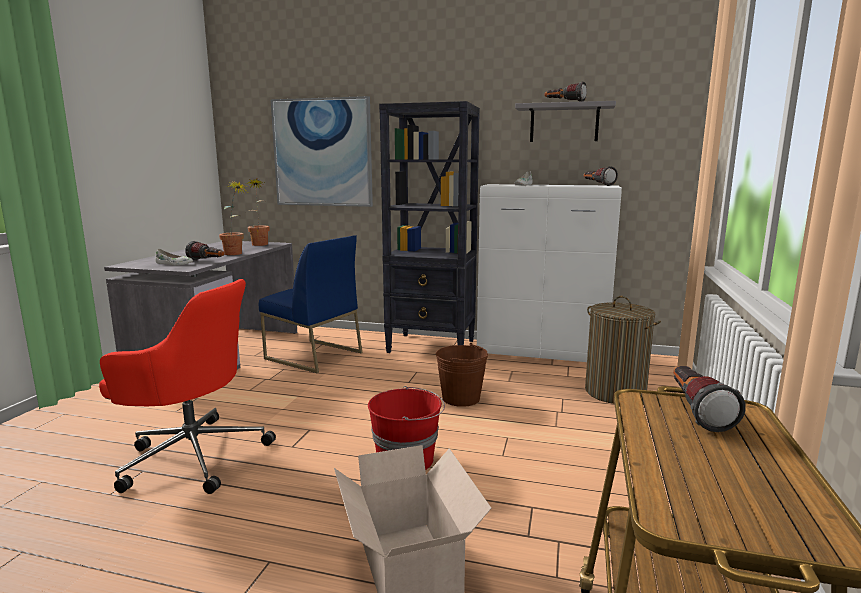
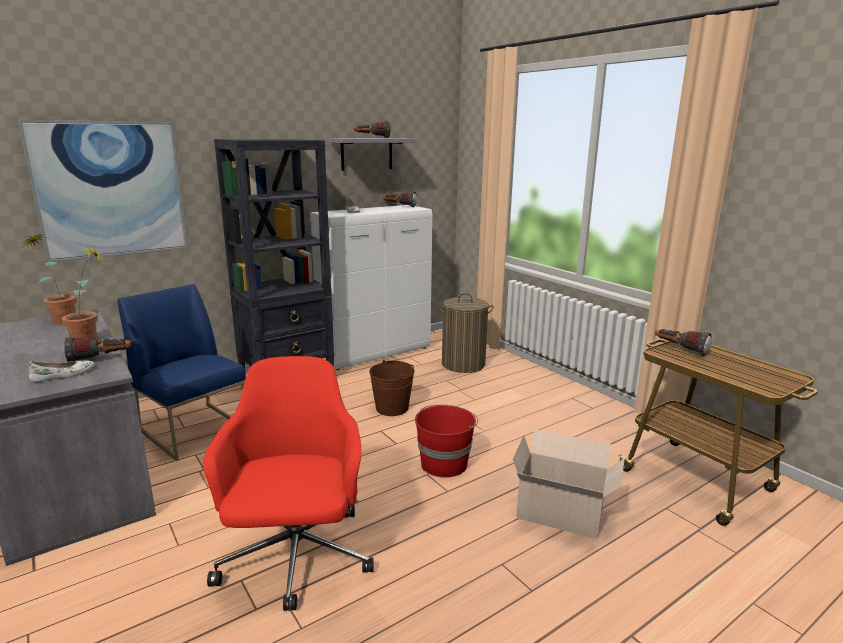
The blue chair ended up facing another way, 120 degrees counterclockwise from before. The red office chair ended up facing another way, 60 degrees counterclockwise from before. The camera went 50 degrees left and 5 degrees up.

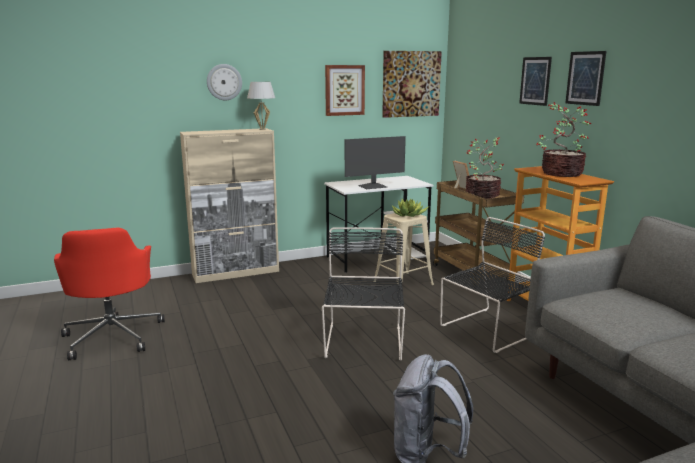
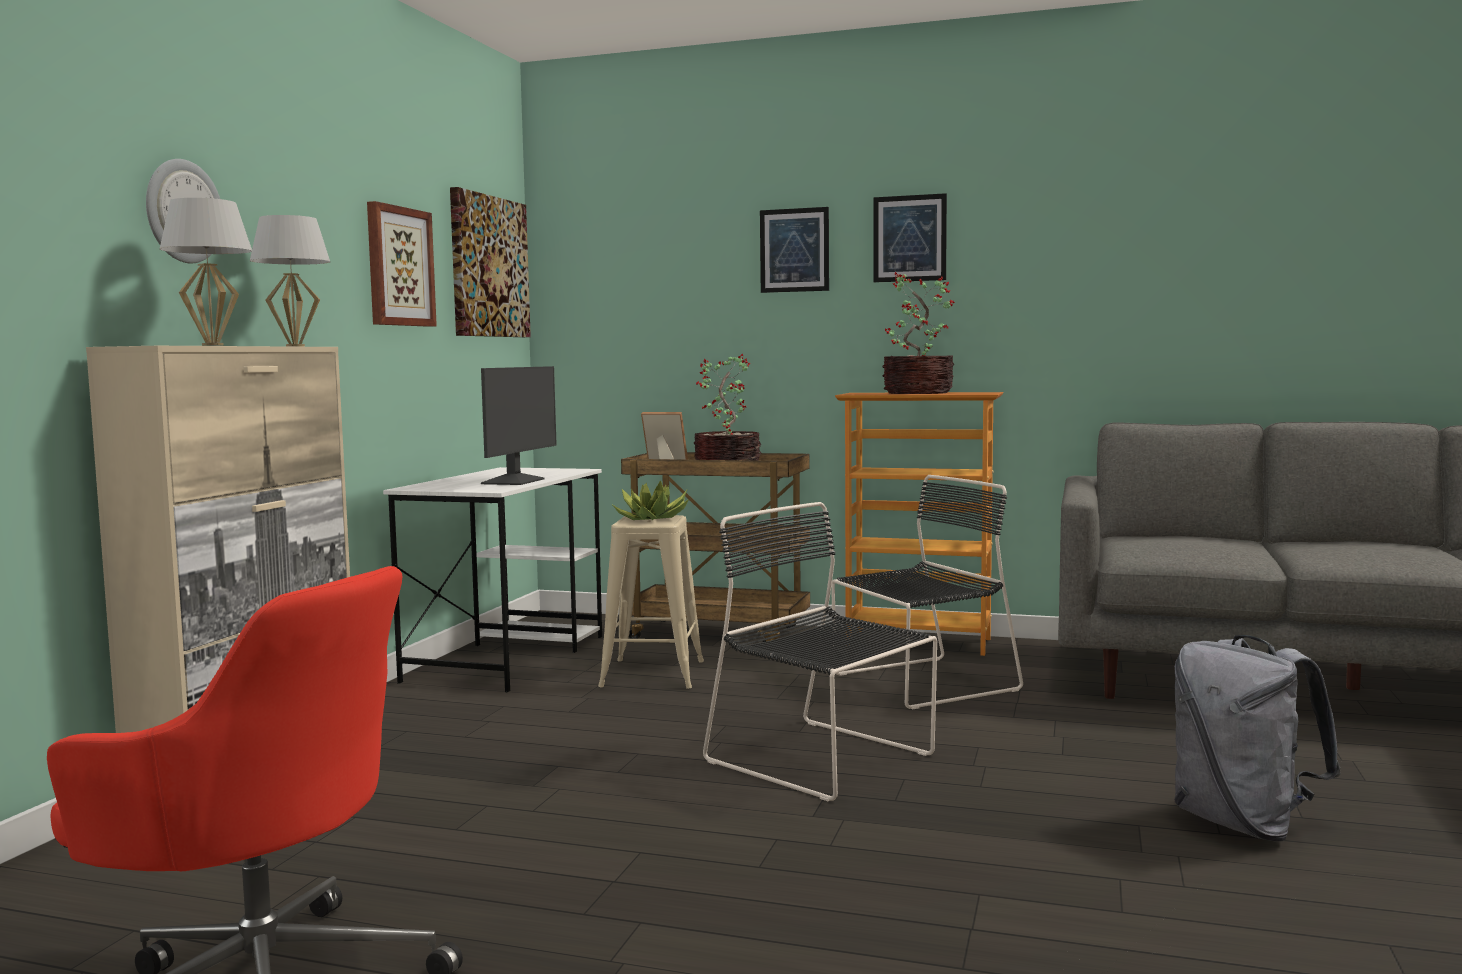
The black chair (no. 2 from left) ended up facing another way, 60 degrees clockwise from before. The second view gained the white table lamp (no. 1 from left). The camera went 50 degrees left and 10 degrees down.

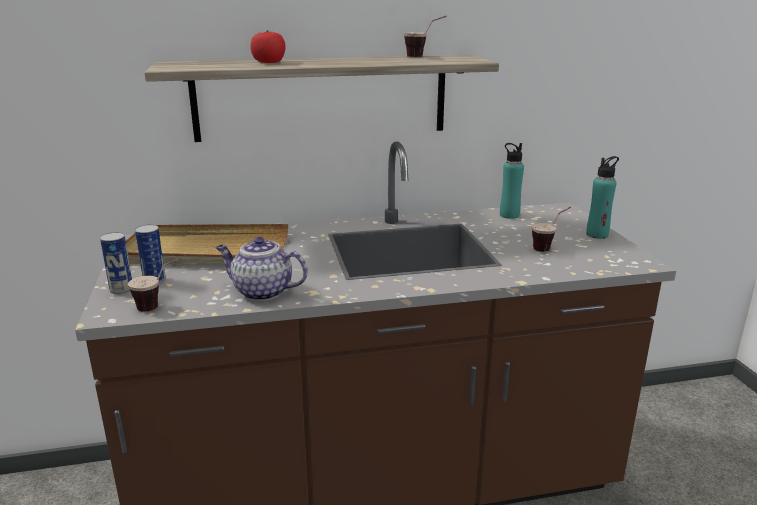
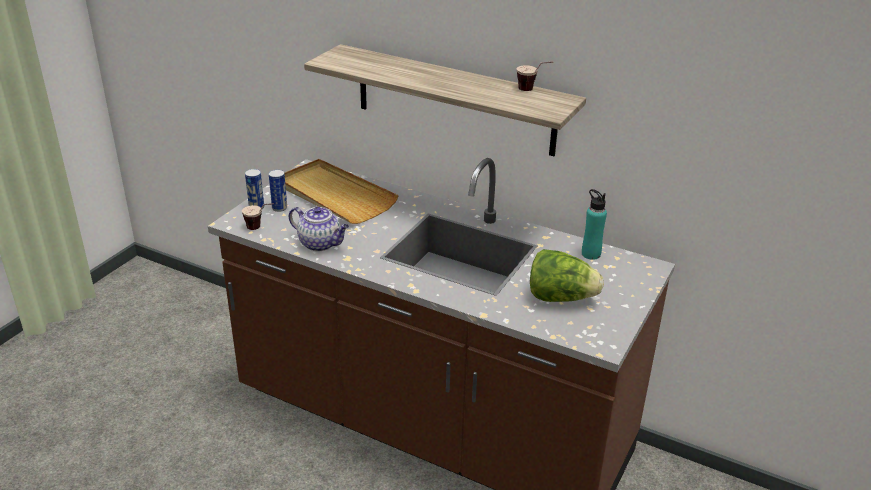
The second view lost the tomato. The second view lost the turquoise bottle (no. 2 from left). Where the cup (no. 3 from left) stood, the lettuce came to stand. The teapot ended up facing another way, 150 degrees clockwise from before. The camera went 40 degrees right and 10 degrees up.

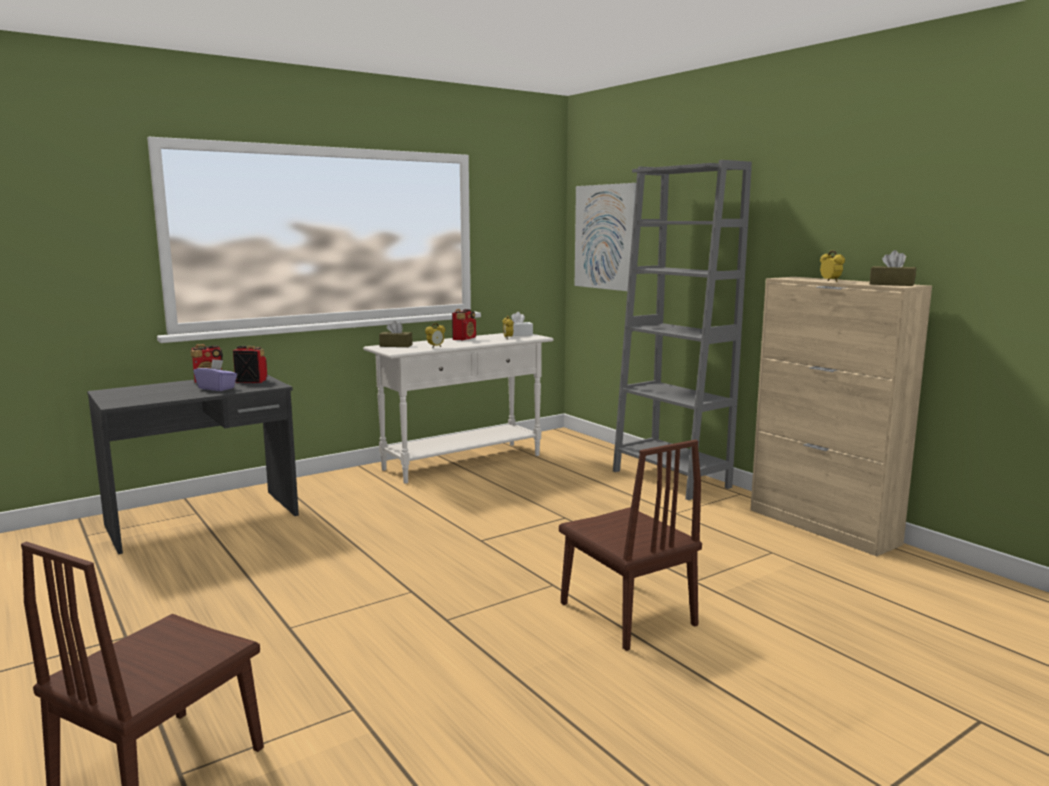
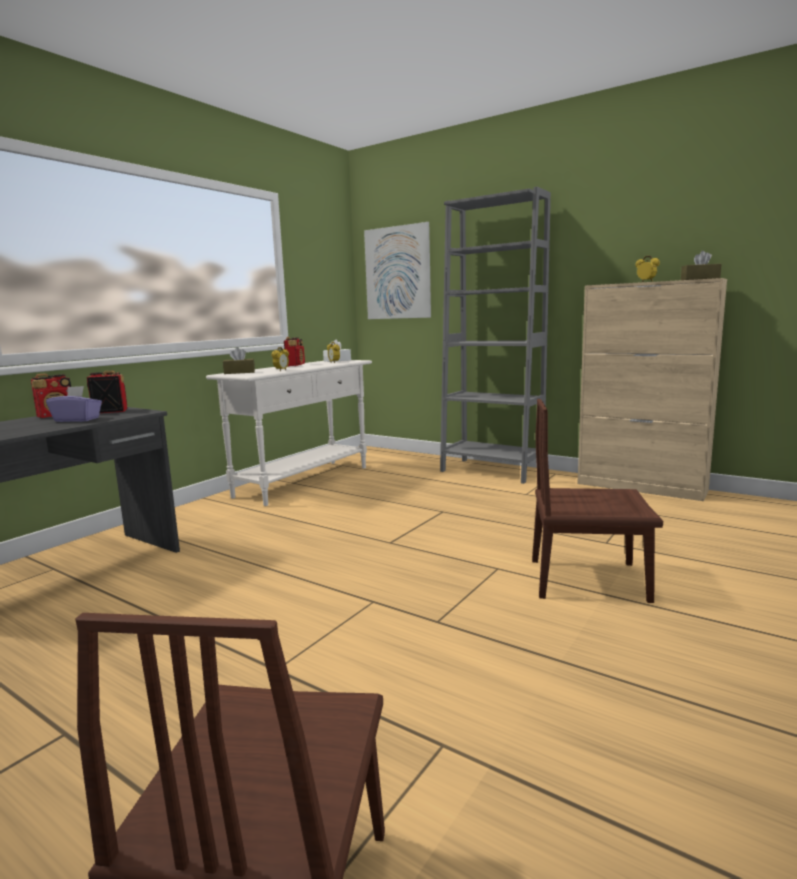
The brown chair (no. 2 from left) ended up facing another way, 150 degrees clockwise from before. The camera went 20 degrees left and 0 degrees up.

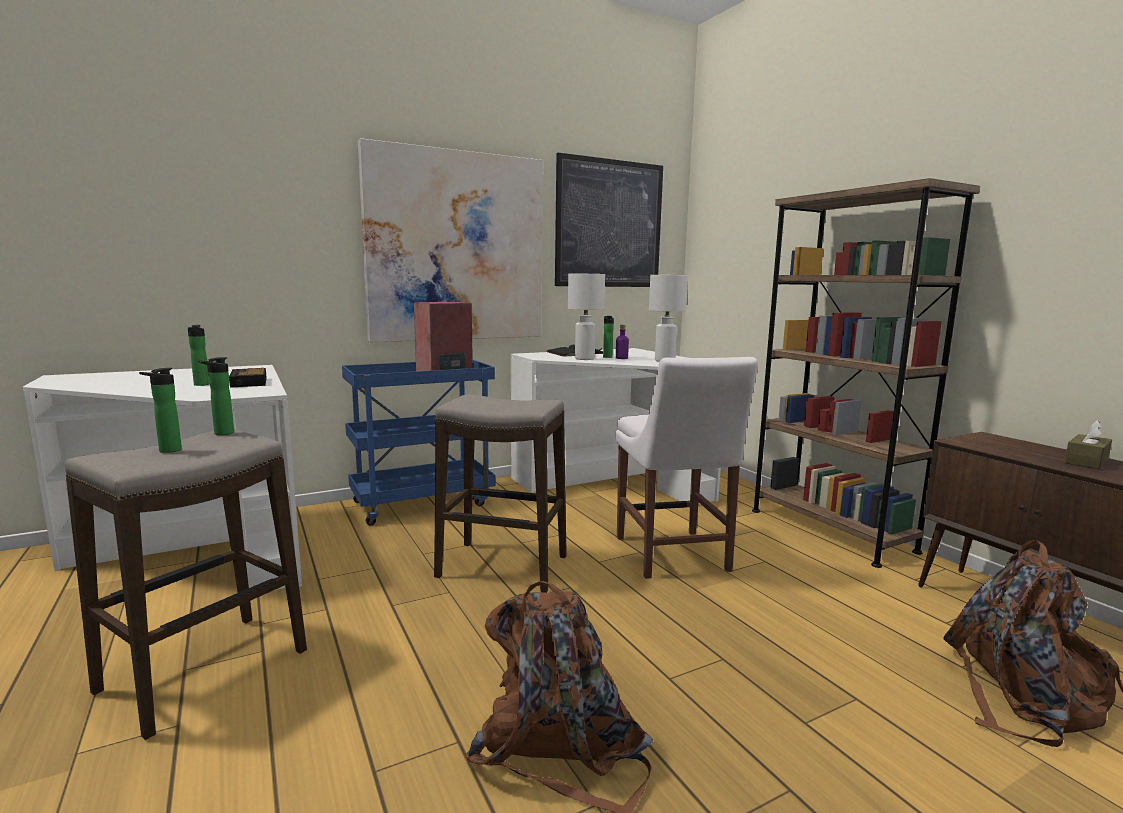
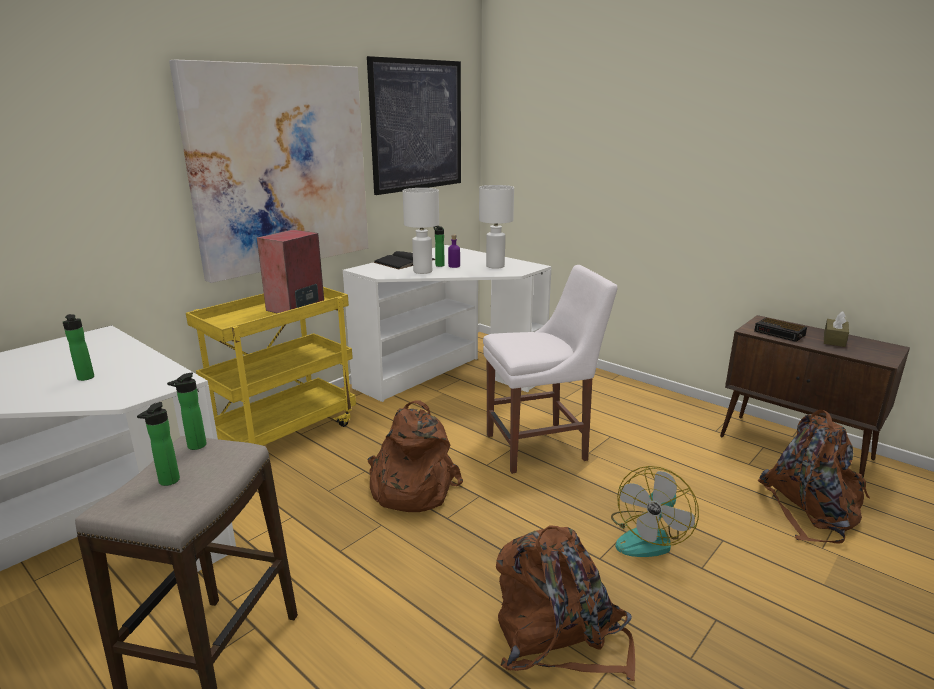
The second view lost the brown bookcase. The white chair ended up facing another way, 75 degrees counterclockwise from before. What was the blue cart turned into the yellow cart. The alarm clock ended up elsewhere. Where the stool (no. 2 from left) stood, the brown backpack (no. 1 from left) came to stand. The second view gained the fan. The camera went 20 degrees left and 10 degrees up.

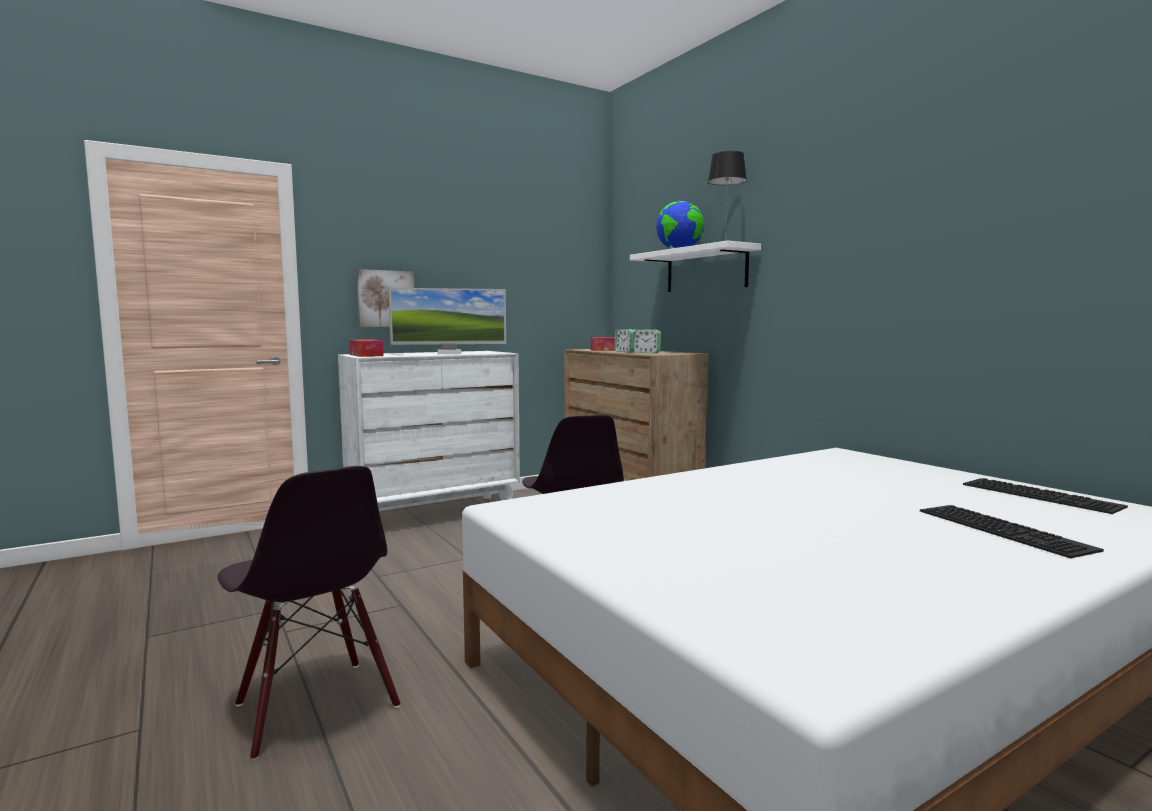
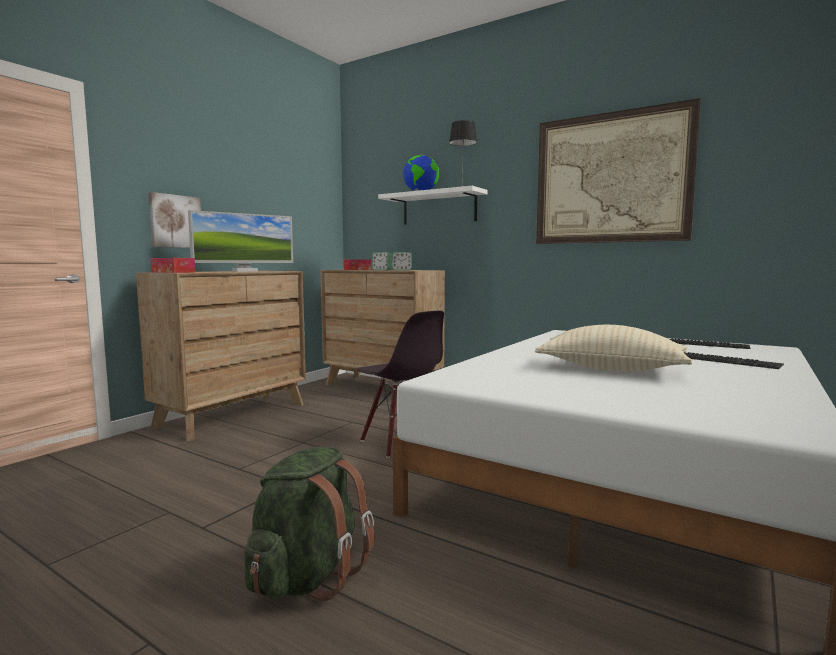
What was the white dresser turned into the brown dresser (no. 1 from left). Where the black chair (no. 1 from left) stood, the green backpack came to stand. The second view gained the picture (no. 2 from left). The second view gained the beige pillow. The camera went 25 degrees left and 0 degrees up.

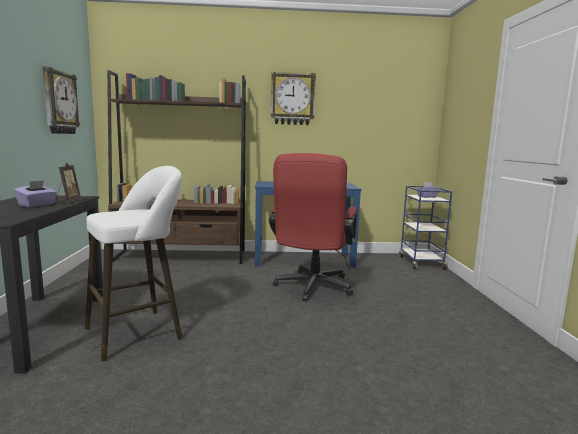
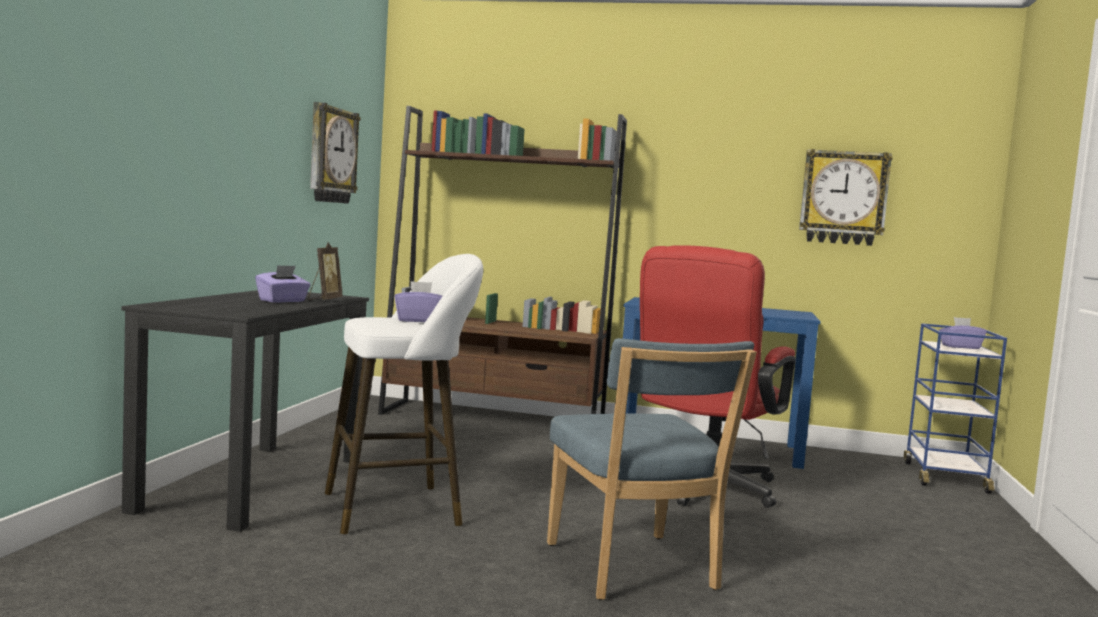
The wall clock (no. 2 from left) ended up elsewhere. The second view gained the purple tissue box (no. 2 from left). The second view gained the blue chair. The camera went 15 degrees right and 5 degrees down.

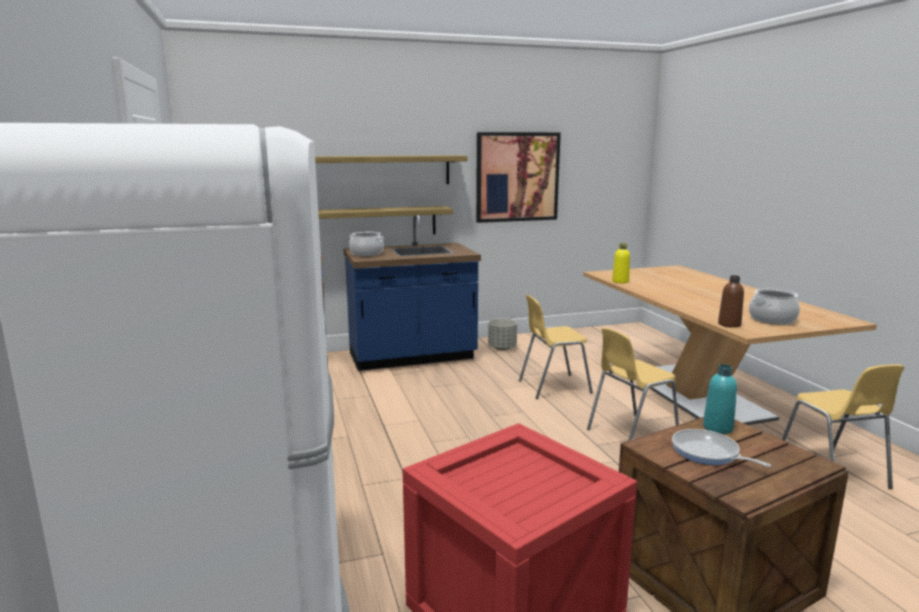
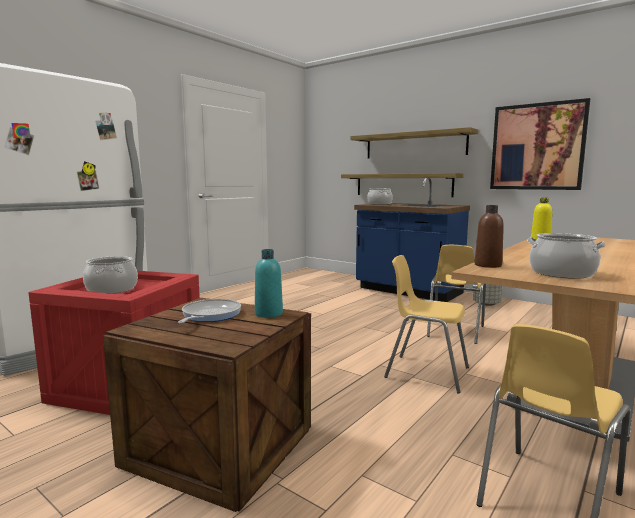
The yellow chair (no. 1 from left in the first image) ended up facing another way, 105 degrees counterclockwise from before. The second view gained the cooking pot (no. 1 from left). The camera went 55 degrees right and 5 degrees down.

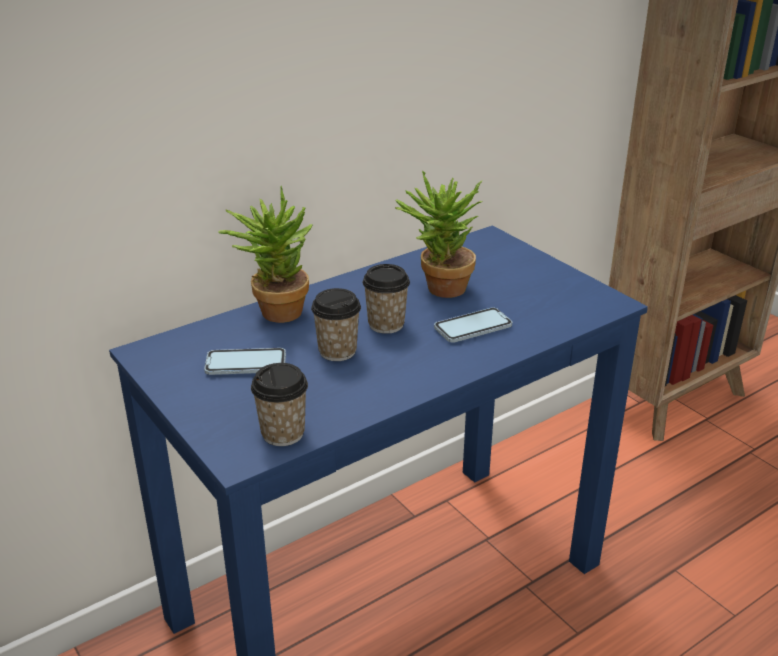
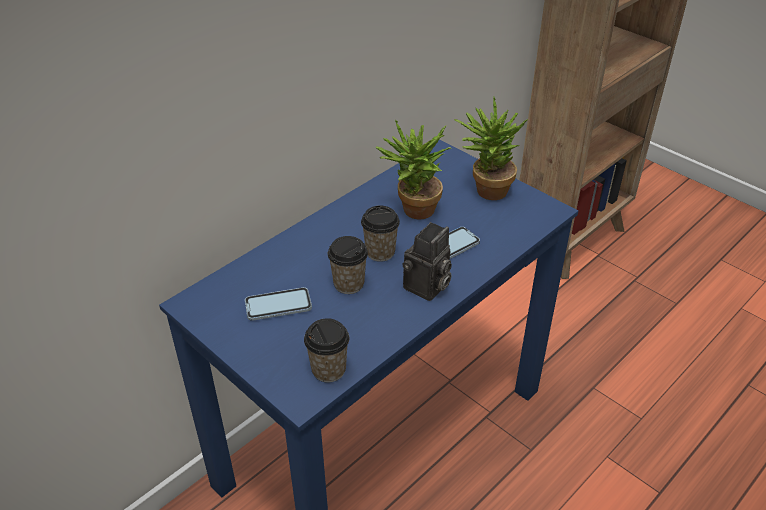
The potted plant (no. 1 from left in the first image) ended up elsewhere. The second view gained the photo camera. The camera went 10 degrees left and 10 degrees up.

